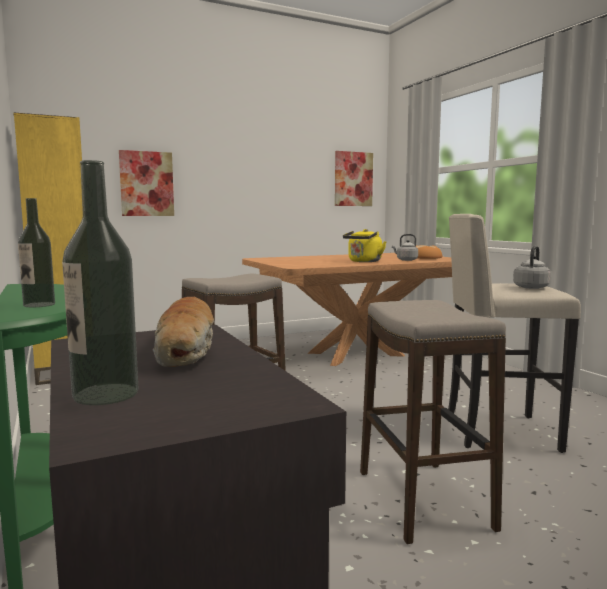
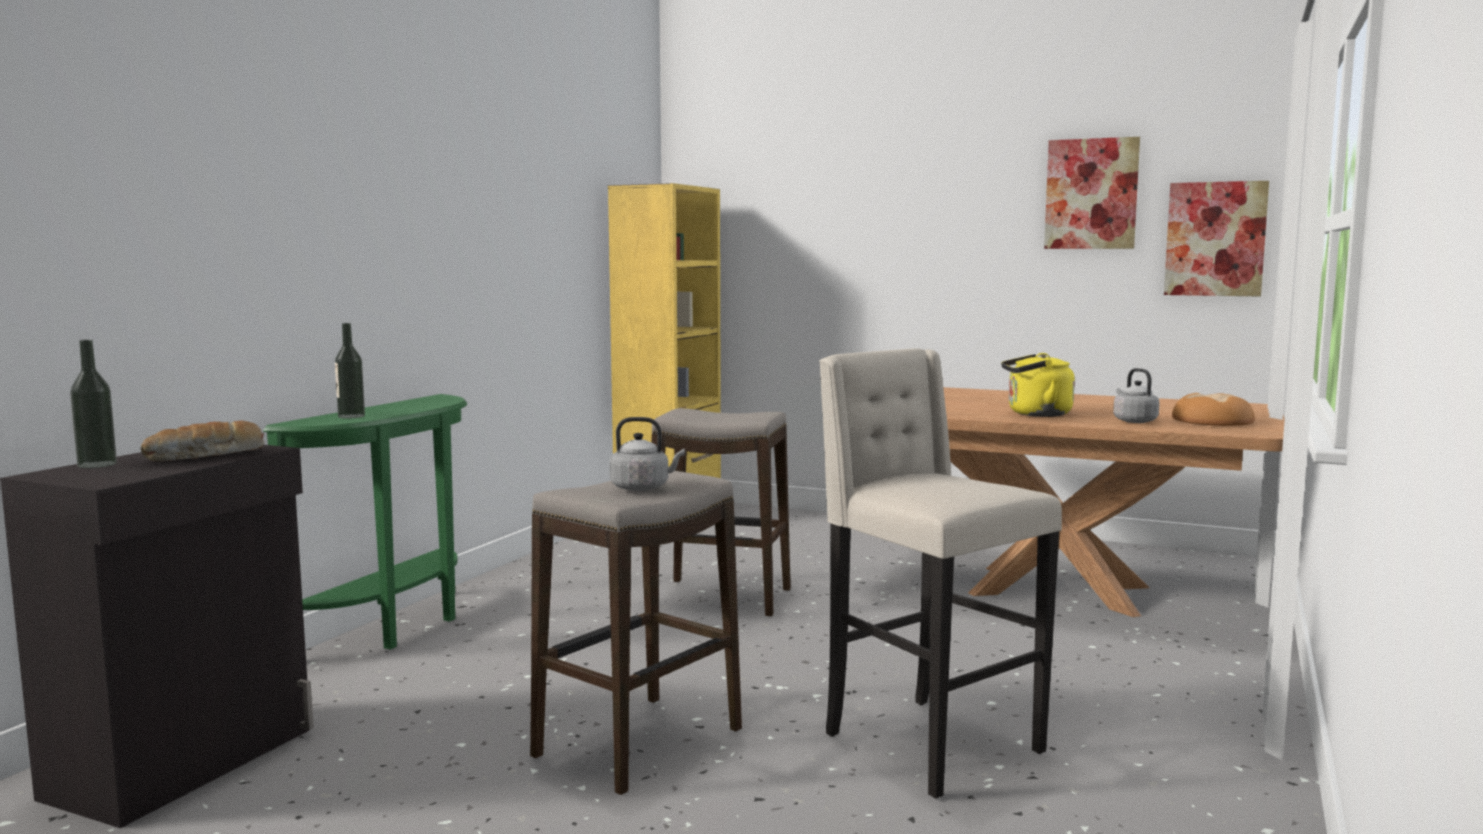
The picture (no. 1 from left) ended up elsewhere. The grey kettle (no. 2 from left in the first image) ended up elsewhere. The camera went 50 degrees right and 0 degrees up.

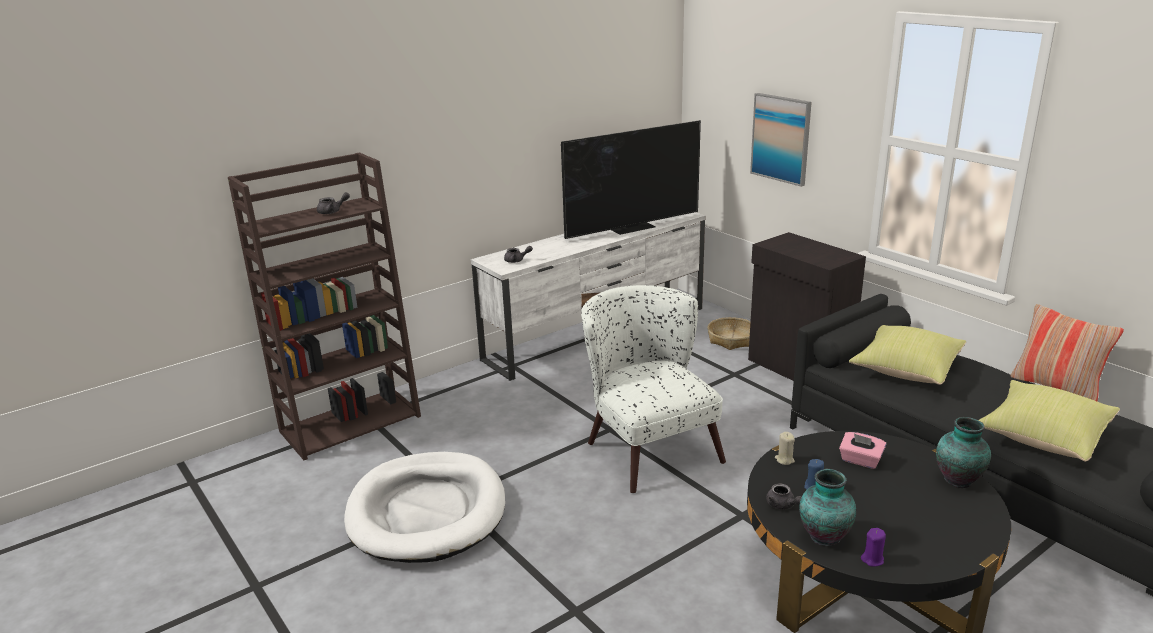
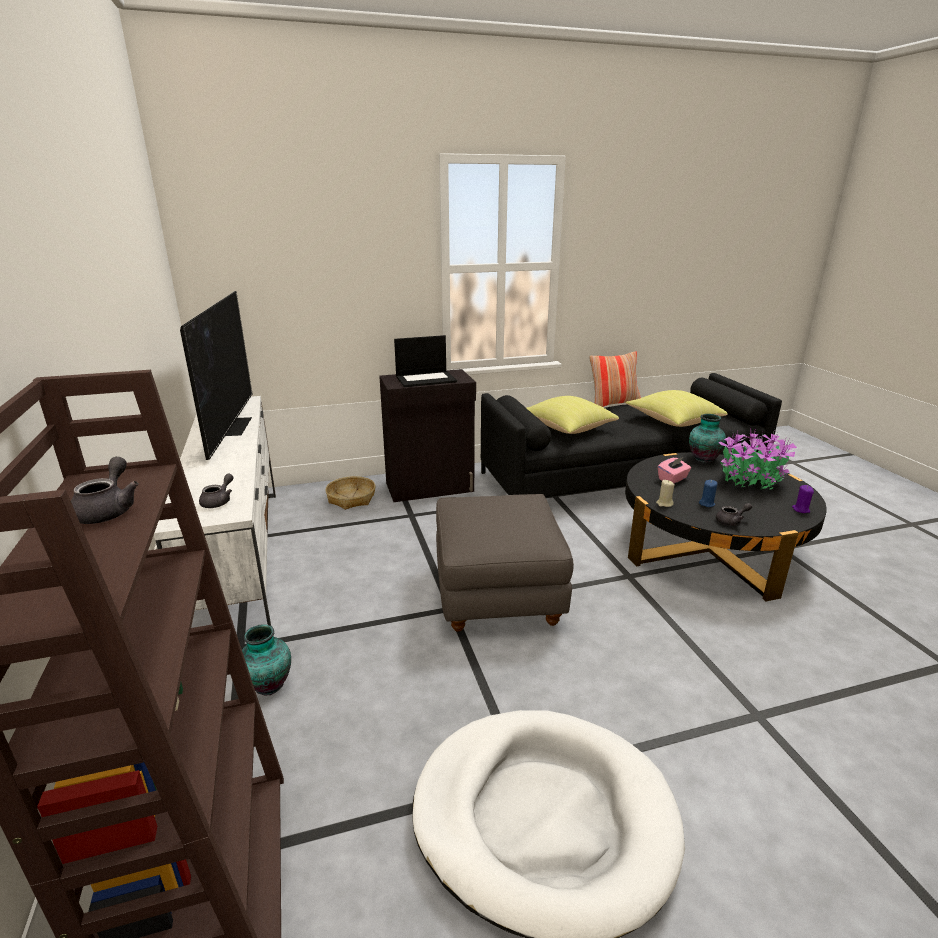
The second view lost the picture. Where the white armchair stood, the grey ottoman came to stand. The vase (no. 1 from left) ended up elsewhere. The second view gained the laptop. The second view gained the potted plant. The camera went 70 degrees left and 0 degrees up.

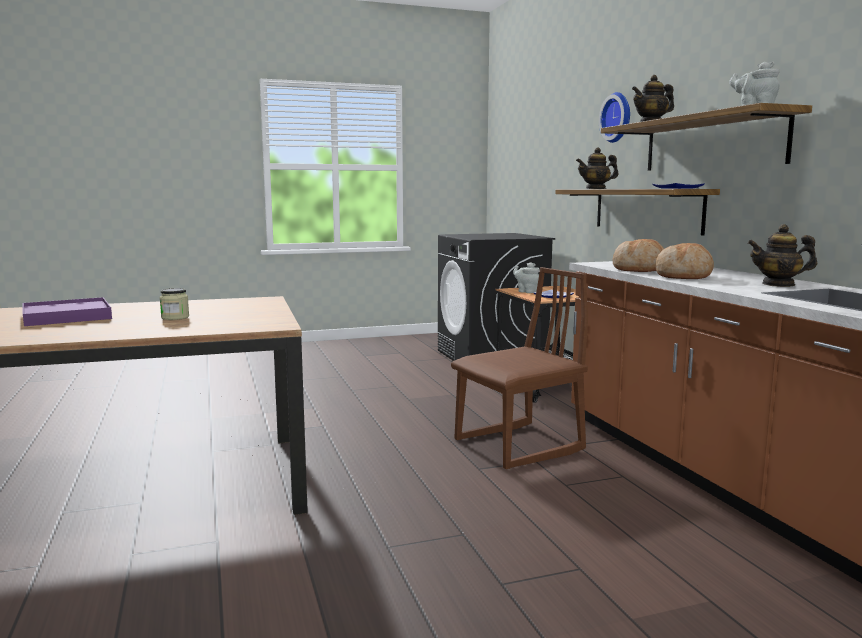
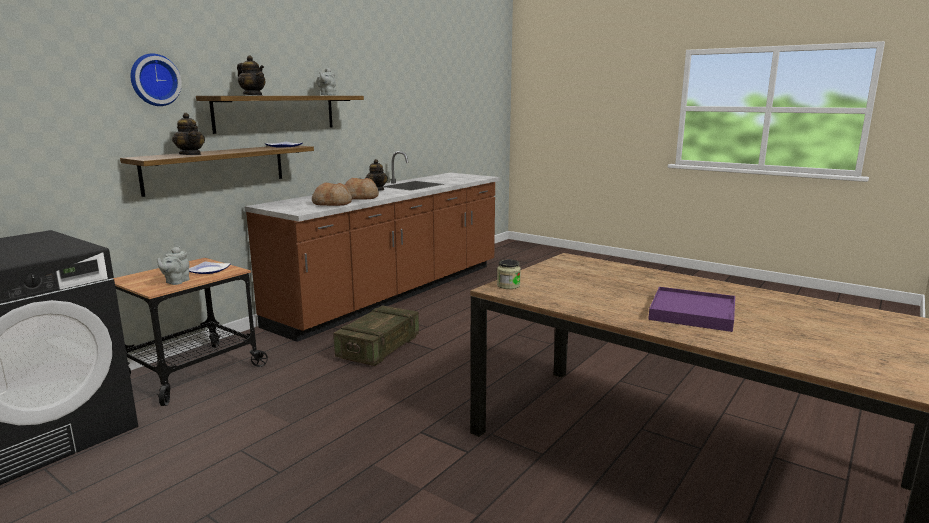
Where the brown chair stood, the crate came to stand. The jar ended up elsewhere. The camera went 125 degrees left and 5 degrees up.

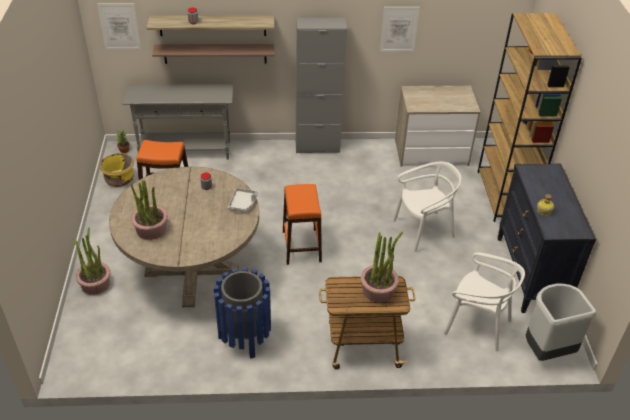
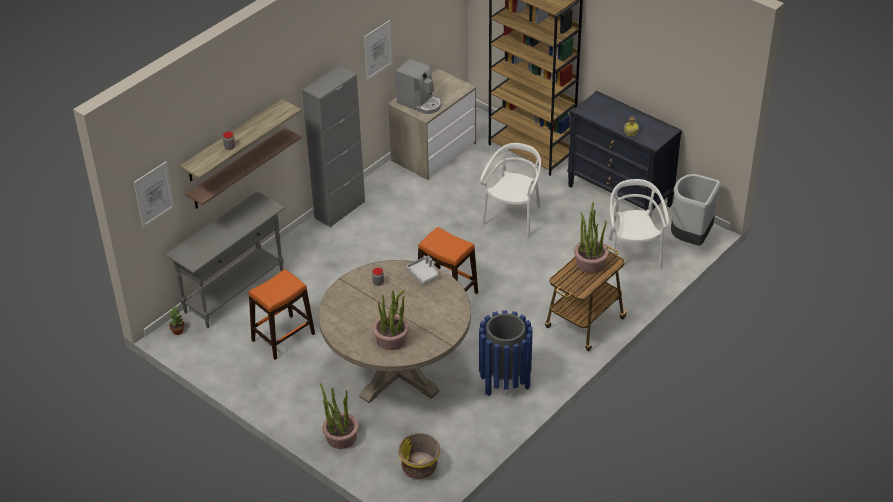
The yellow planter ended up elsewhere. The white chair (no. 2 from left) ended up facing another way, 75 degrees counterclockwise from before. The second view gained the coffee machine. The camera went 45 degrees left and 0 degrees up.

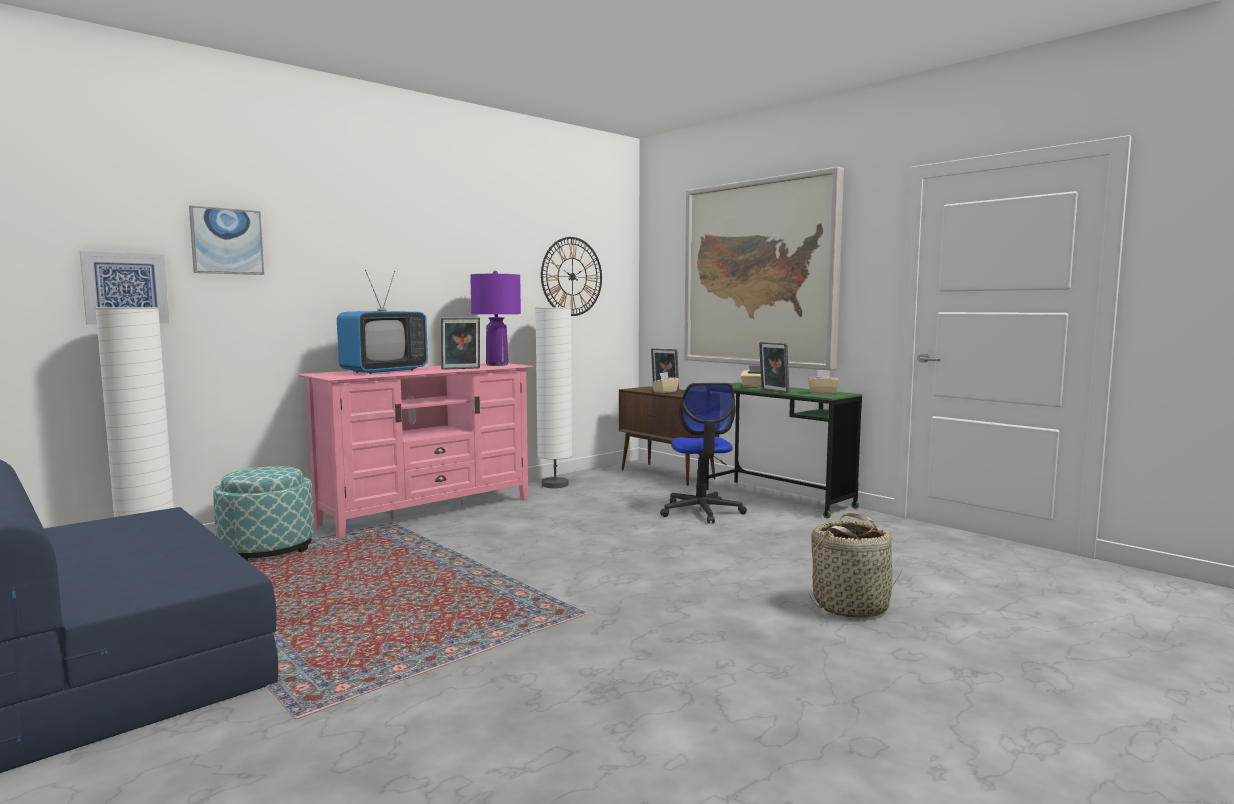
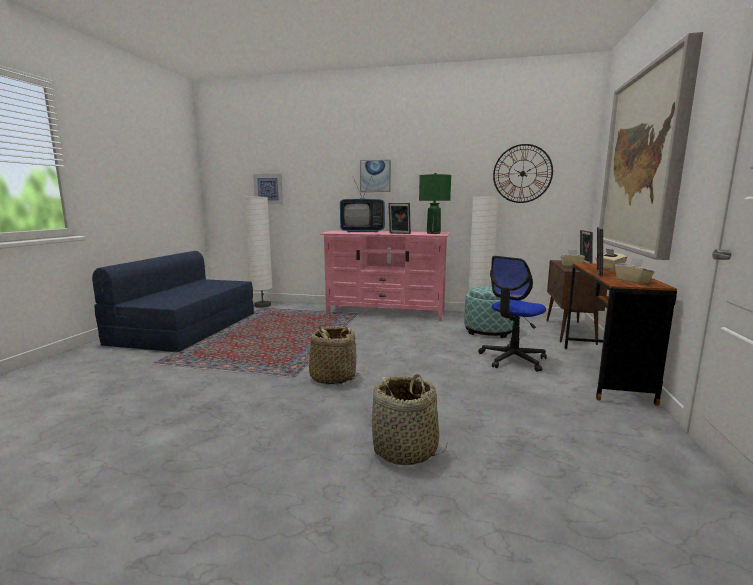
The picture (no. 2 from left) ended up elsewhere. What was the purple table lamp turned into the green table lamp. What was the green desk turned into the brown desk. The ottoman ended up elsewhere. The second view gained the basket (no. 1 from left). The camera went 55 degrees right and 5 degrees up.

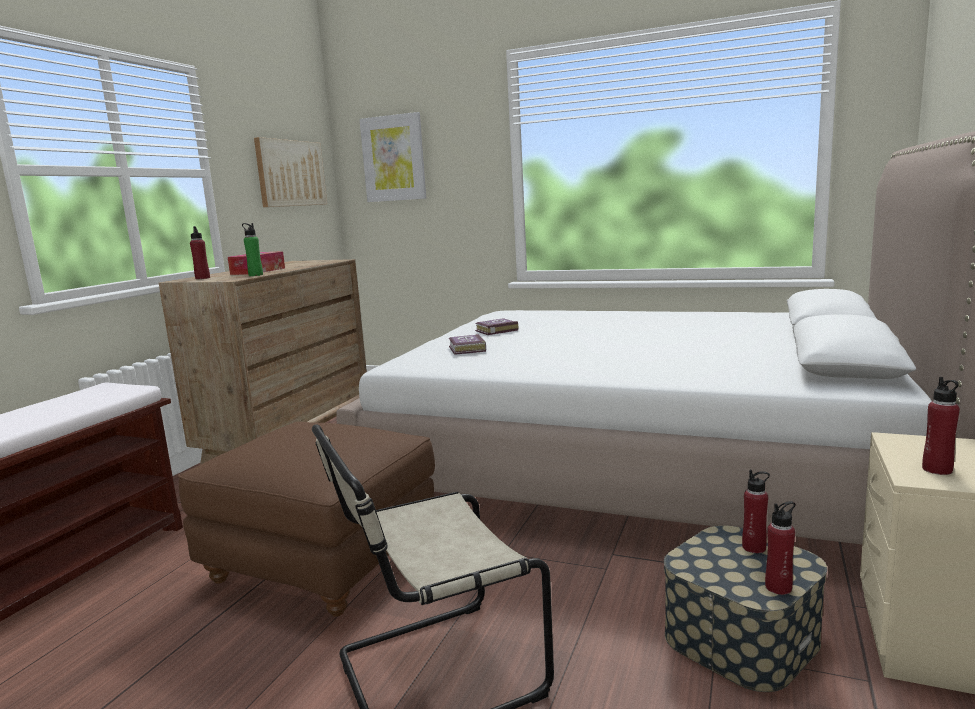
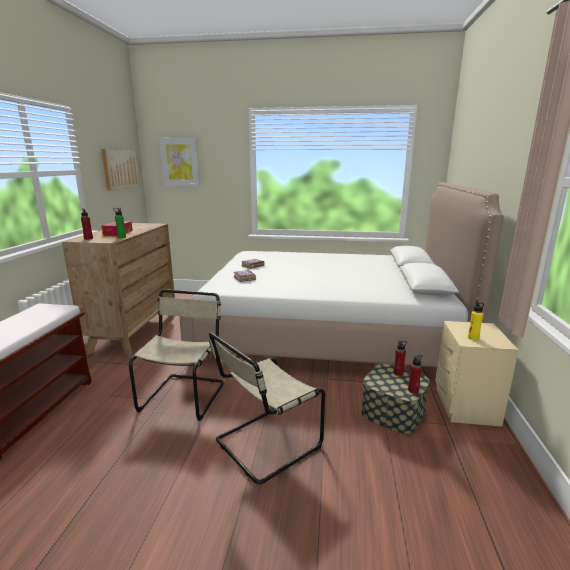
What was the red bottle (no. 4 from left) turned into the yellow bottle. Where the brown ottoman stood, the beige chair (no. 1 from left) came to stand. The camera went 15 degrees left and 5 degrees up.

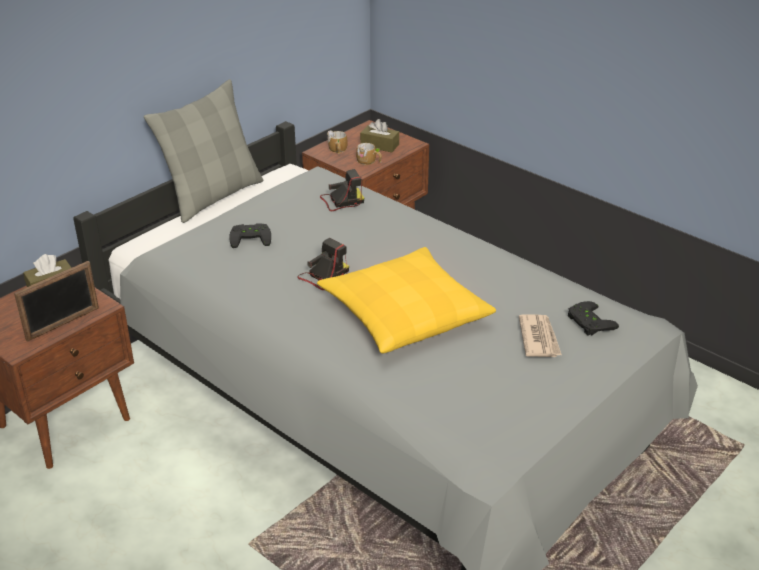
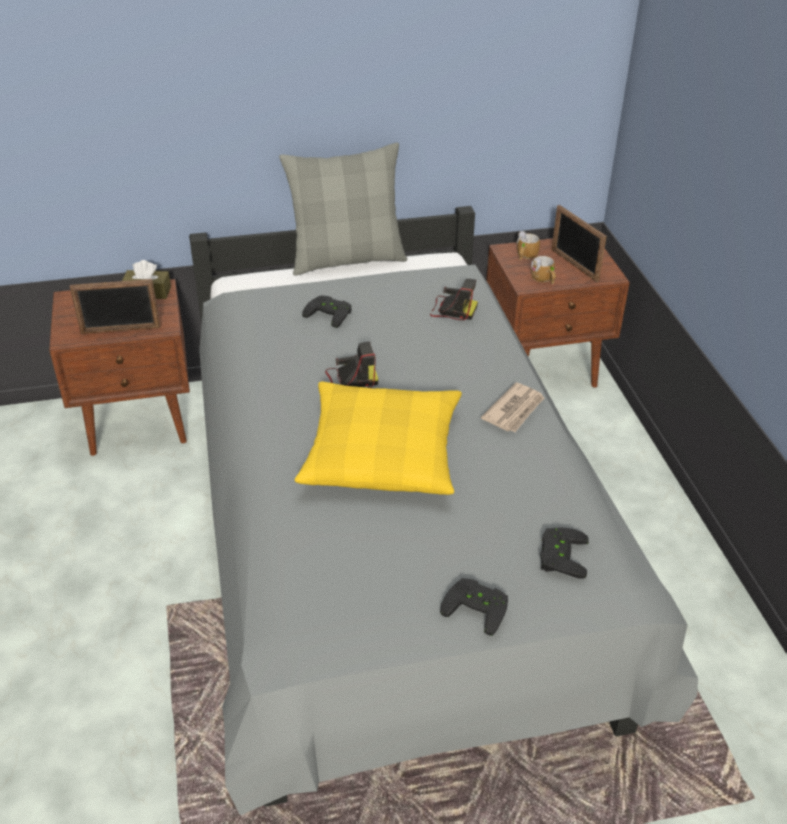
Where the brown tissue box (no. 2 from left) stood, the picture frame (no. 2 from left) came to stand. The newspaper ended up elsewhere. The second view gained the black game controller (no. 2 from left). The camera went 35 degrees right and 5 degrees up.

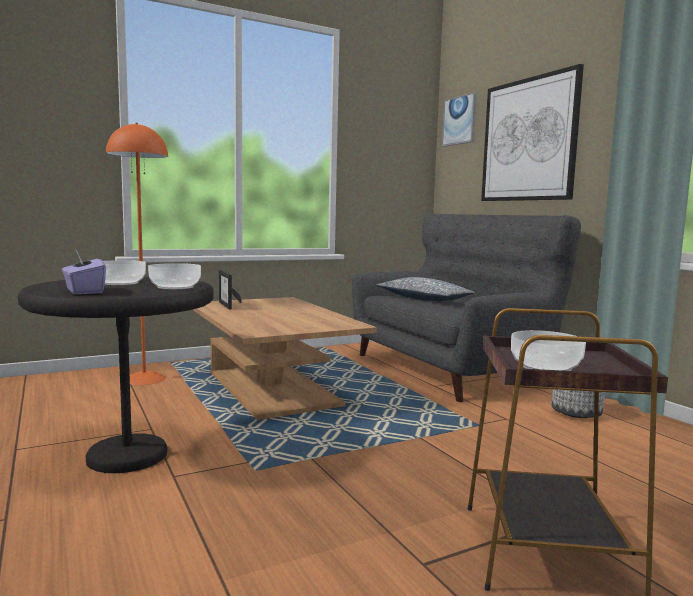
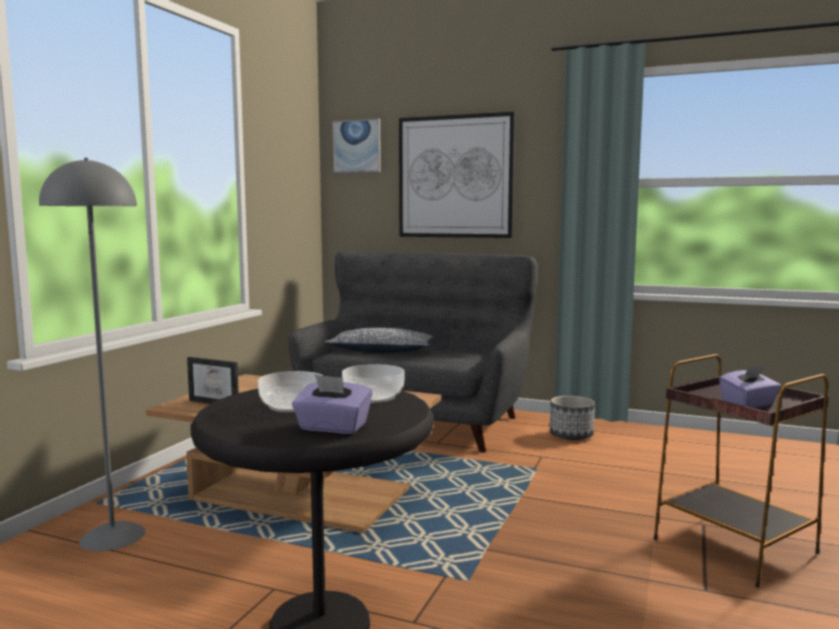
What was the orange floor lamp turned into the grey floor lamp. Where the bowl (no. 3 from left) stood, the purple tissue box (no. 2 from left) came to stand. The camera went 40 degrees left and 0 degrees up.

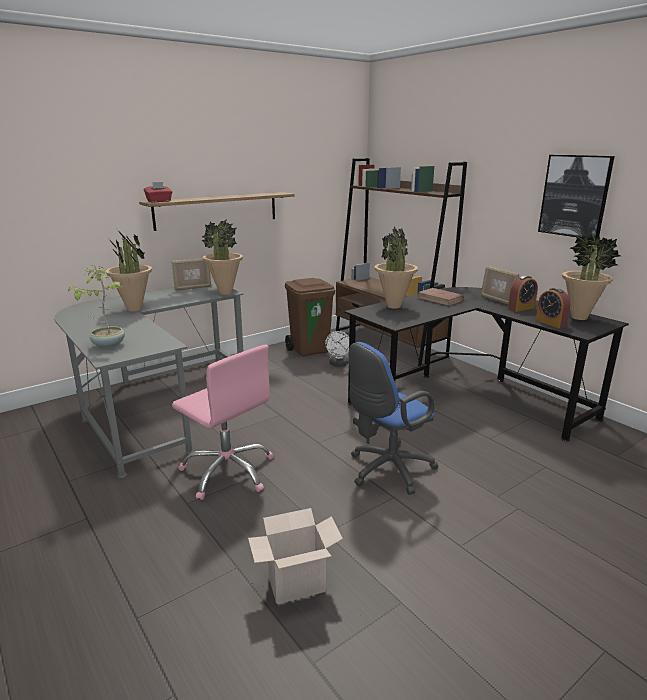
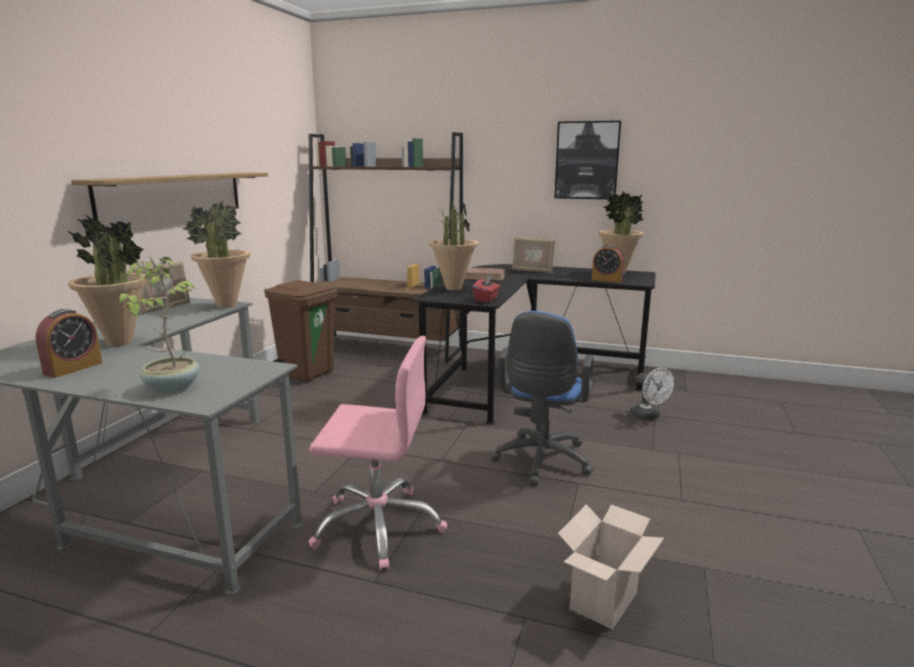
The red tissue box ended up elsewhere. The alarm clock (no. 1 from left) ended up elsewhere. The white fan ended up elsewhere. The camera went 35 degrees left and 5 degrees down.

